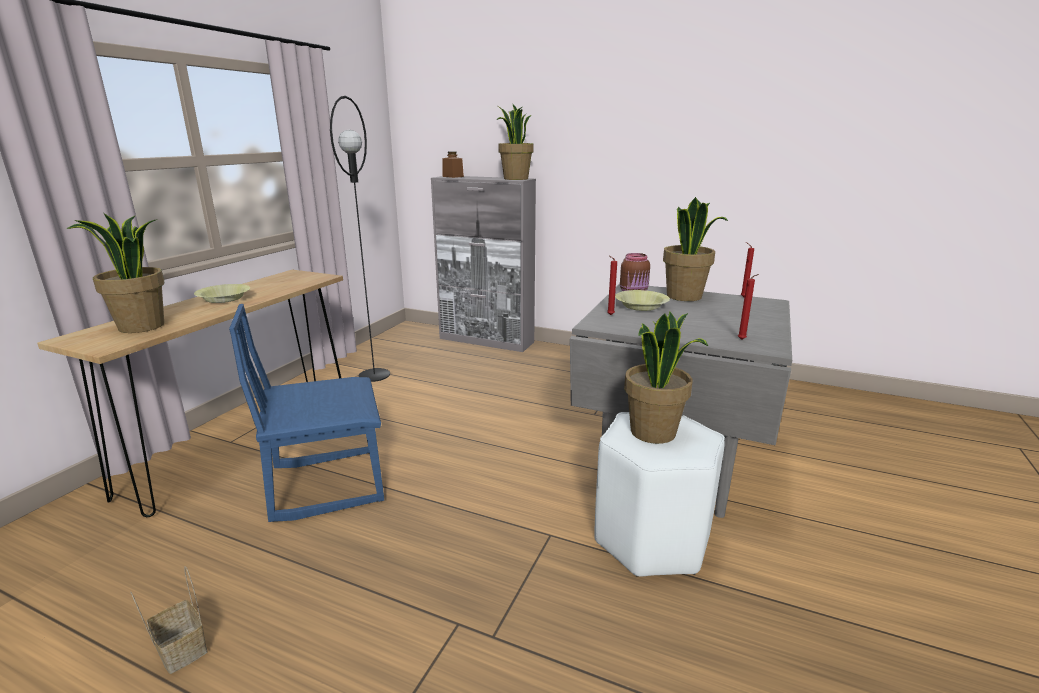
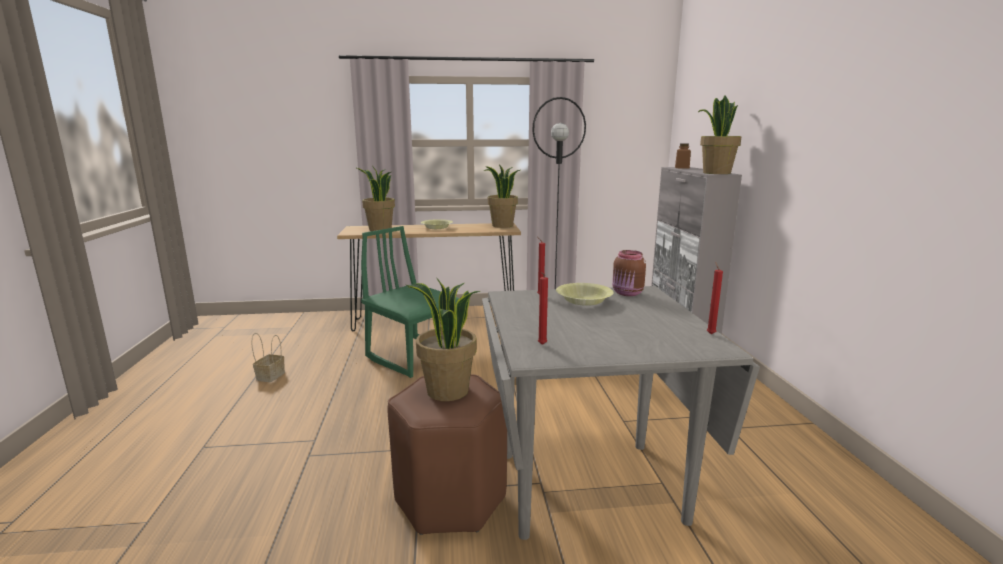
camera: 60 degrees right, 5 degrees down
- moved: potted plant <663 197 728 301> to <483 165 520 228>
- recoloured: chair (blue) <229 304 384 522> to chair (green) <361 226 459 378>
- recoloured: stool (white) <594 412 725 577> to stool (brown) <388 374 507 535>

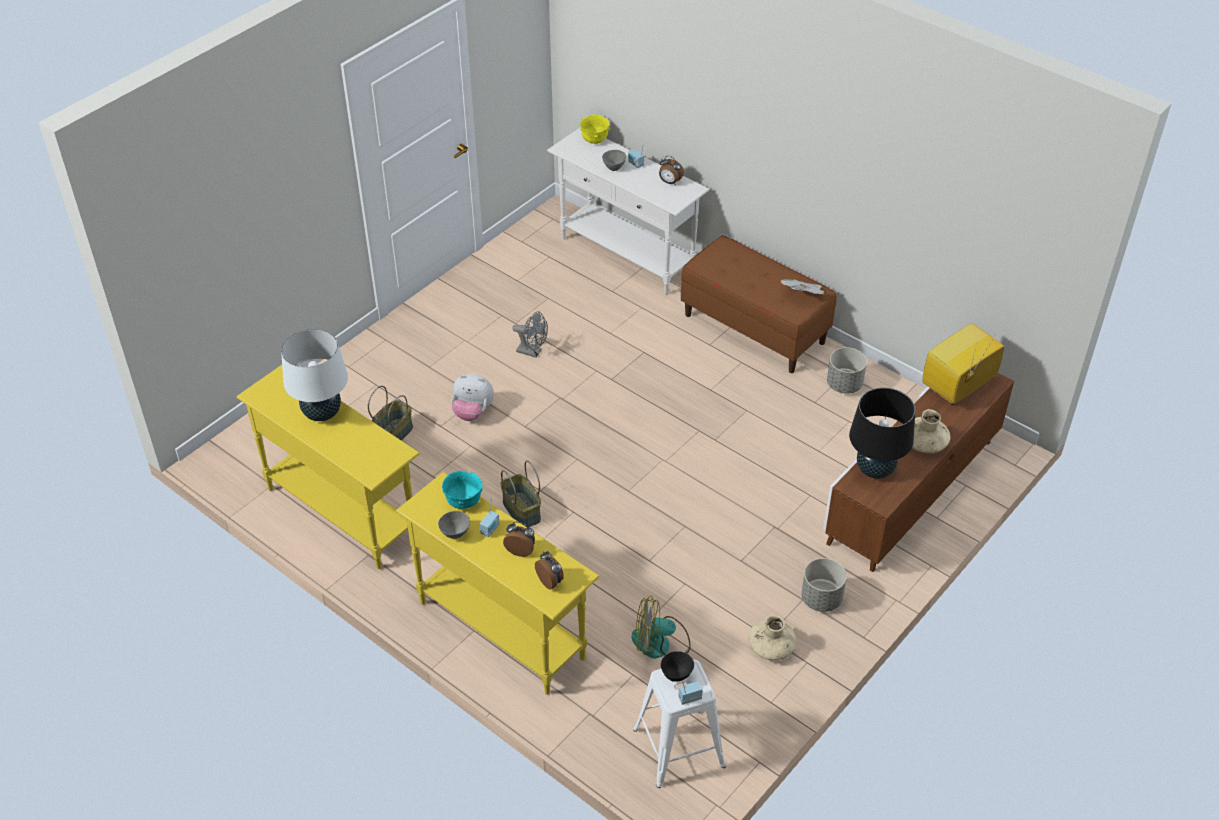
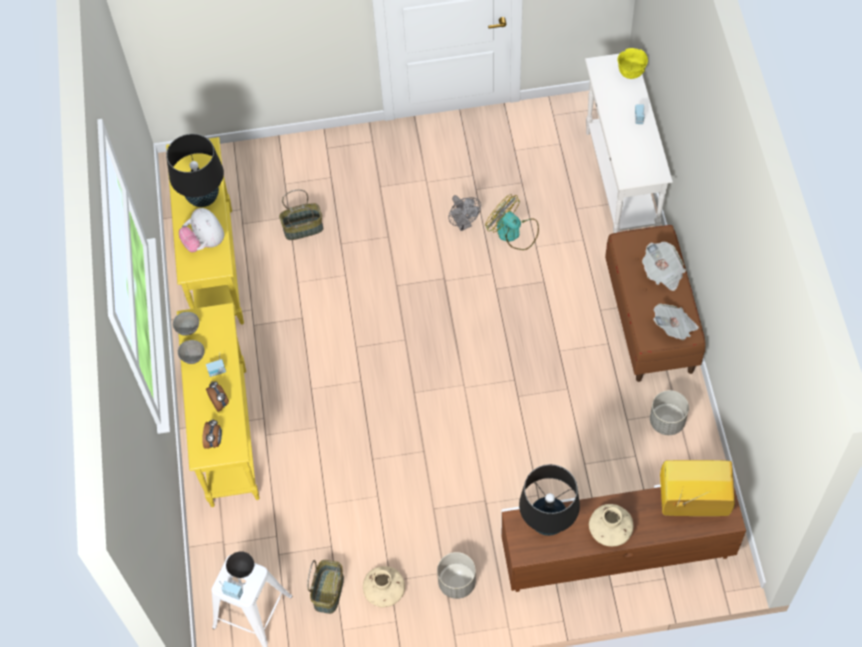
camera: 45 degrees right, 15 degrees up
- moved: bowl (grey) <602 150 626 171> to <173 312 199 336>
- removed: alarm clock <659 156 684 185>
- recoloured: table lamp (white) <281 329 348 421> to table lamp (black) <166 133 224 207>
- moved: plush toy <451 374 494 421> to <179 208 224 252>
- moved: basket <501 460 541 528> to <307 560 344 614>
- removed: bowl (turquoise) <442 471 483 509>
- moved: fan <632 596 691 659> to <485 194 539 250>
- added: newspaper <642 242 686 291>

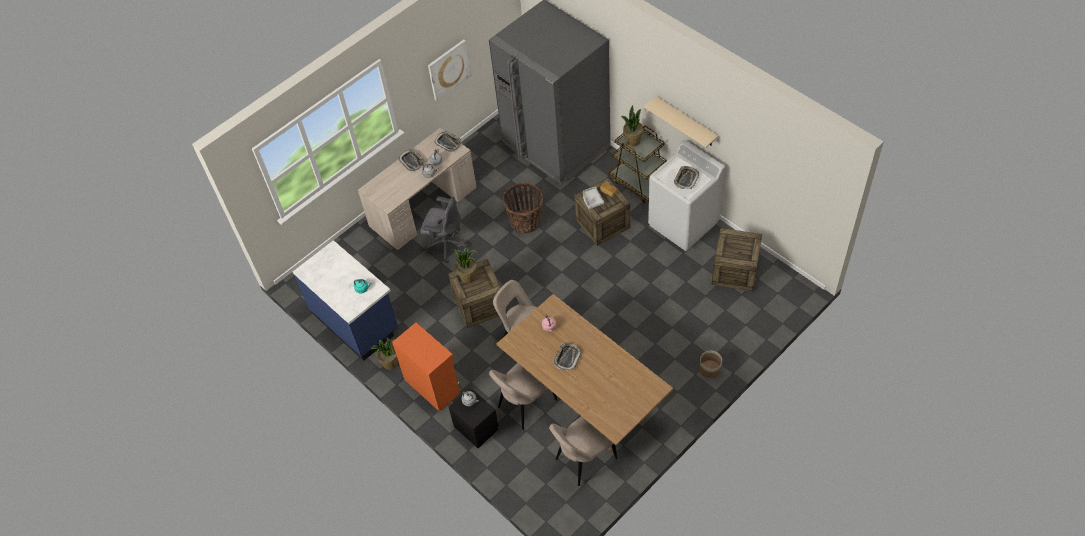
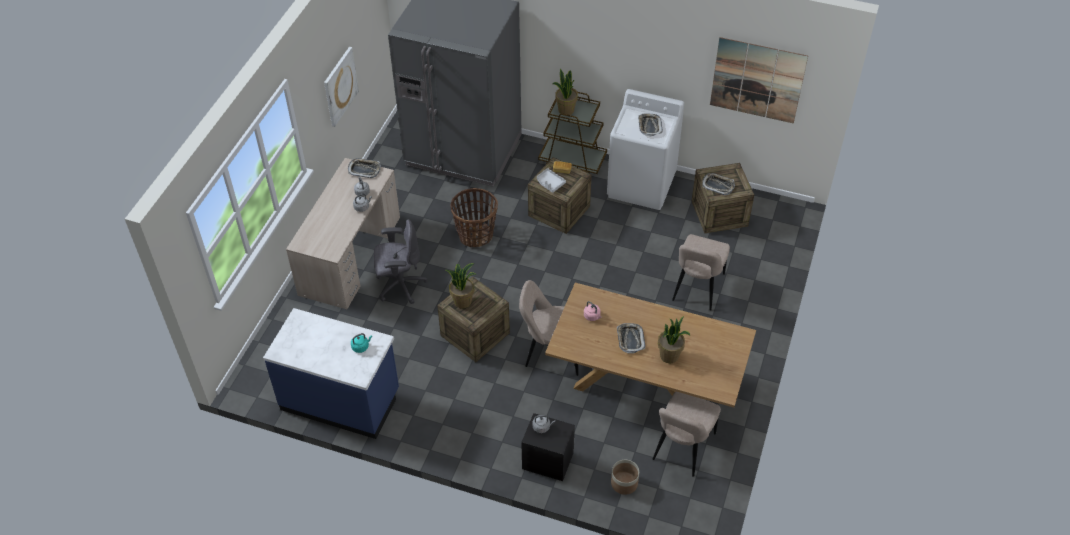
camera: 30 degrees left, 5 degrees down
- removed: shelf (beige) <644 96 719 147>
- moved: tray <398 149 425 172> to <702 173 735 195>
- removed: cabinet (orange) <392 323 461 412>
- moved: potted plant <371 337 398 370> to <658 316 690 363>
- moved: planter <699 351 722 378> to <611 460 639 495>
- moved: chair (beige) <489 363 557 430> to <672 234 730 310>
- added: picture <710 37 808 124>

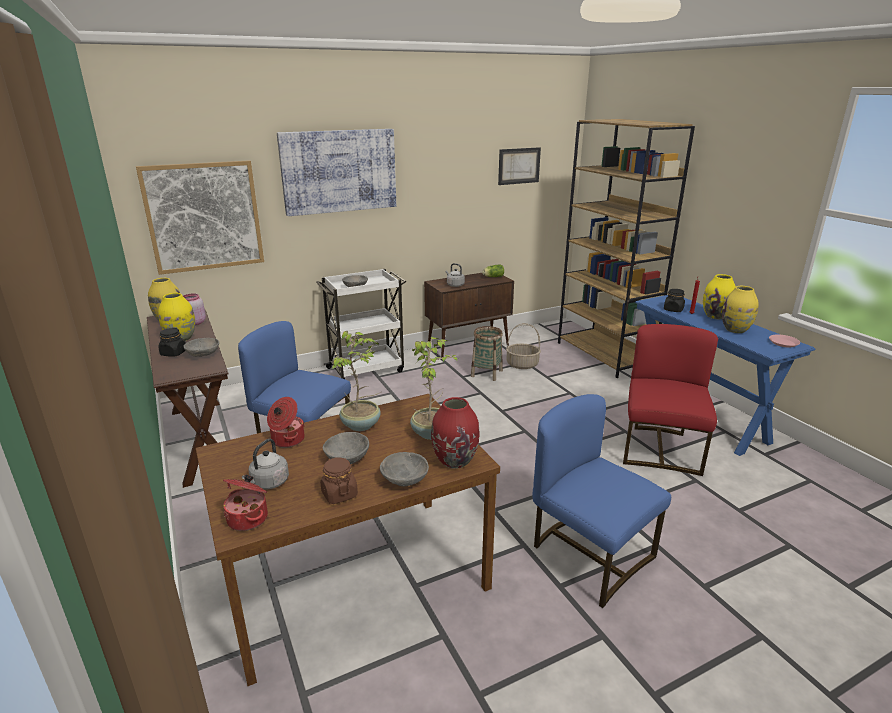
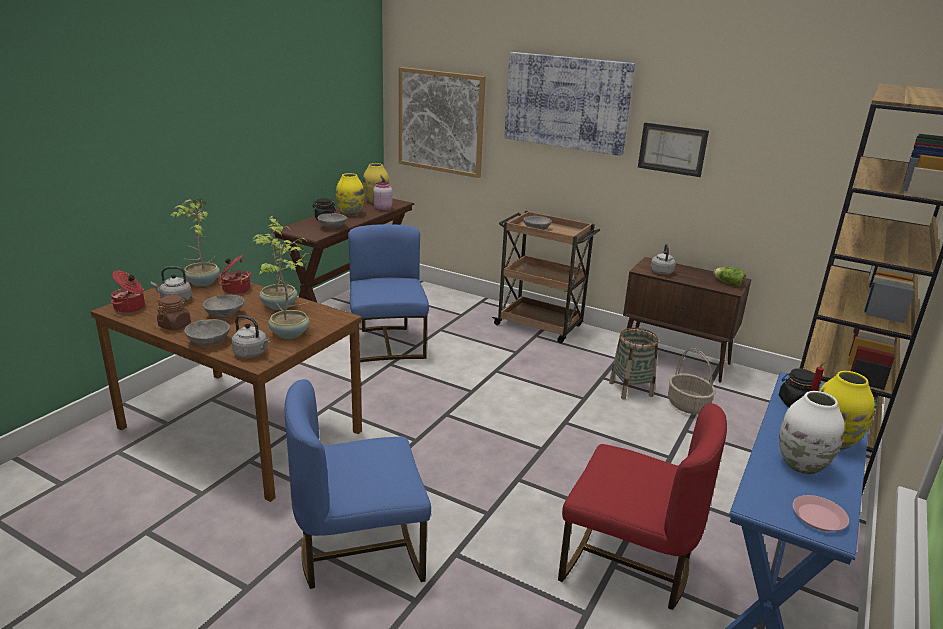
camera: 55 degrees right, 0 degrees up
- moved: picture <498 147 541 185> to <638 122 709 177>
- recoloured: cart (white) <316 269 406 379> to cart (brown) <492 211 600 343>
- recoloured: vase (yellow) <722 286 759 333> to vase (white) <779 391 845 474>
- turned: chair (red) <623 324 718 476> = <558 403 727 610> 45 degrees clockwise
- turned: chair (blue) <533 394 671 608> = <285 379 431 589> 120 degrees counterclockwise
- replaced: vase (red) <431 397 479 469> to kettle (grey) <231 315 270 358>
- added: potted plant <170 198 220 286>

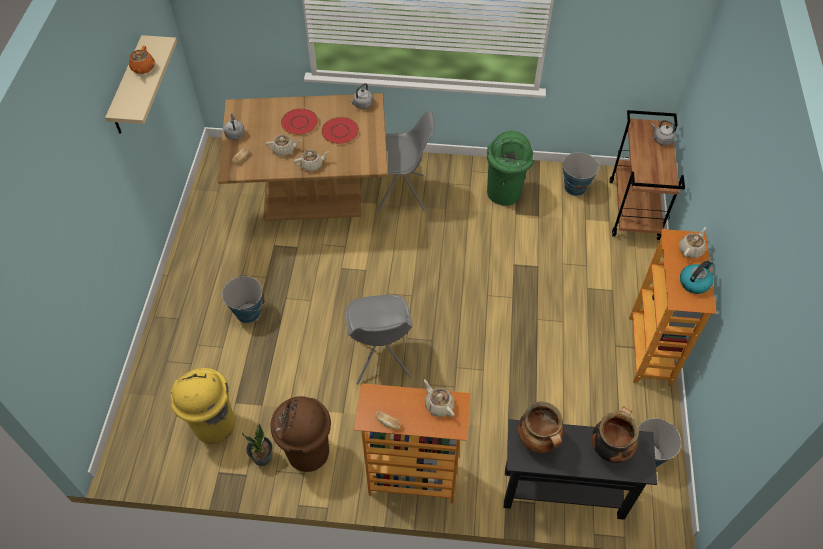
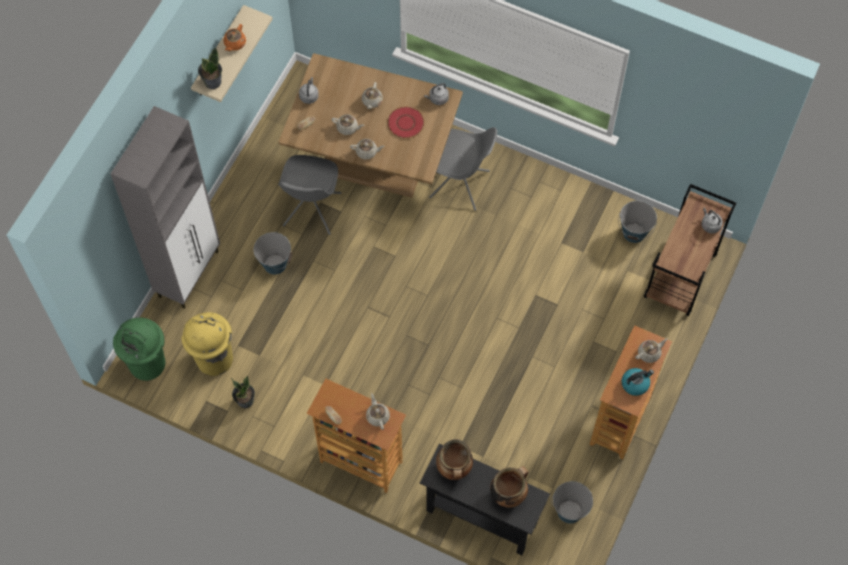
camera: 20 degrees right, 10 degrees up
- replaced: plate (red) <281 108 318 135> to teapot (beige) <362 82 383 109>
- moved: trash can (green) <487 131 534 206> to <113 317 165 381>
- moved: chair (grey) <346 295 412 384> to <278 155 341 235>
- removed: trash can (brown) <270 396 331 472>
- added: potted plant <198 47 222 89>
- added: cabinet (grey) <111 106 220 309>

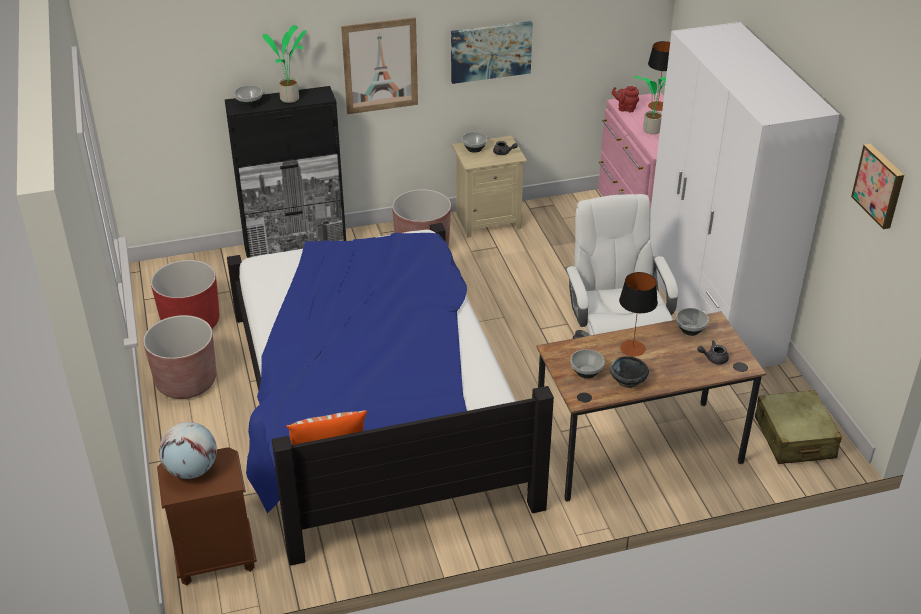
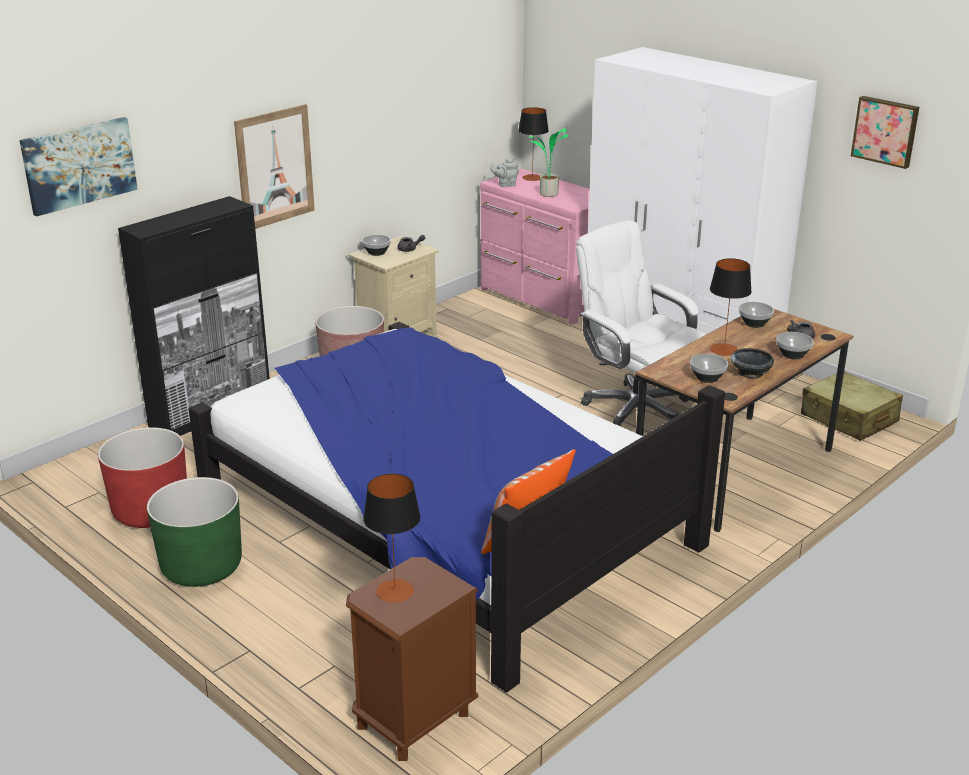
camera: 30 degrees left, 10 degrees down
- moved: picture <451 21 533 84> to <20 117 138 216>
- removed: potted plant <263 25 307 103>
- moved: bowl <234 85 263 108> to <776 332 814 359>
- recoloured: teapot (red) <612 86 639 112> to teapot (grey) <490 158 519 187>
- recoloured: planter (brown) <143 315 216 399> to planter (green) <147 477 242 587>
- replaced: globe <159 422 217 479> to table lamp <363 474 421 603>

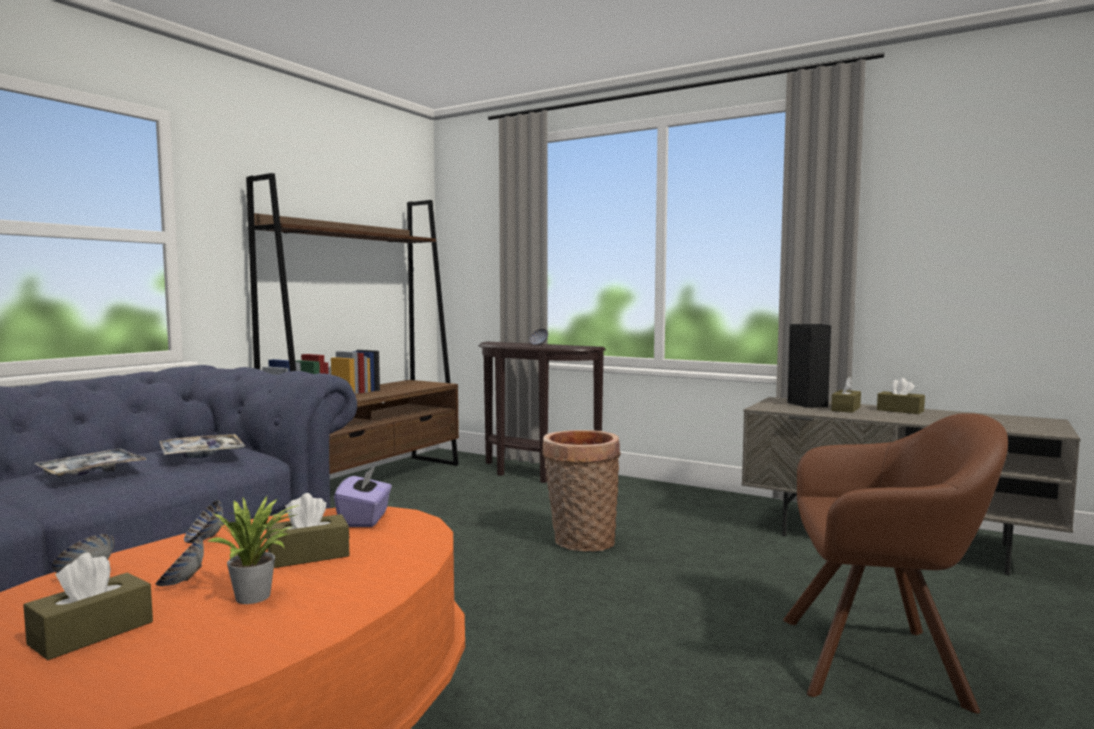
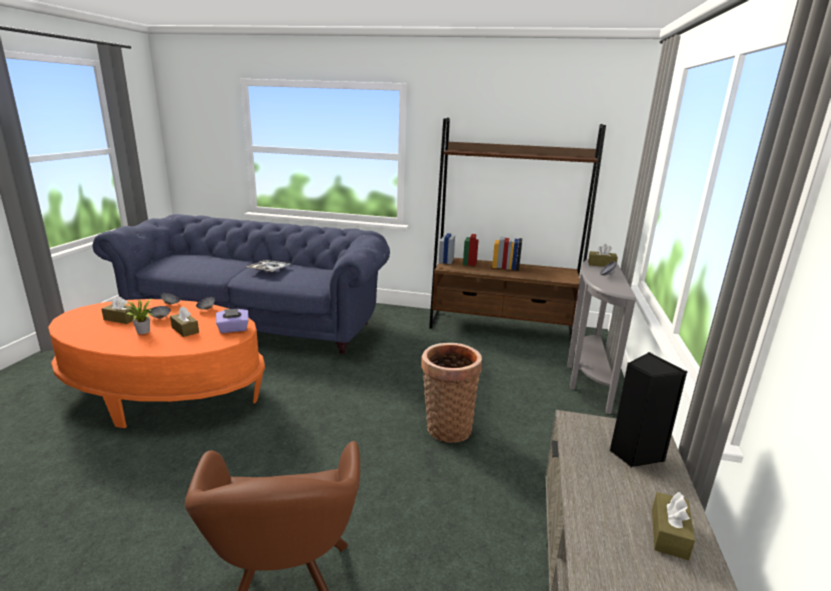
camera: 70 degrees right, 15 degrees up
- recoloured: console table (brown) <479 342 606 483> to console table (grey) <567 259 636 414>
- moved: tissue box (brown) <831 377 861 413> to <588 244 618 267>
- removed: tray <159 434 245 458>

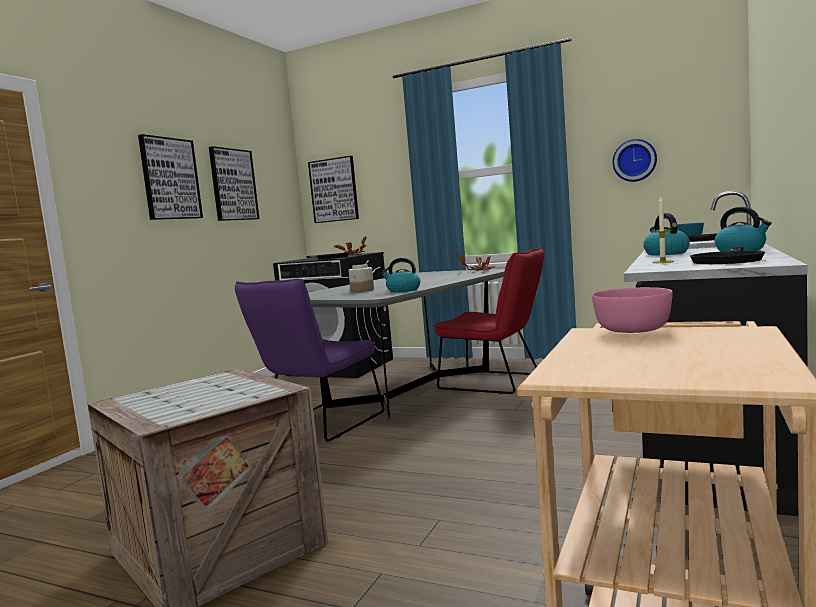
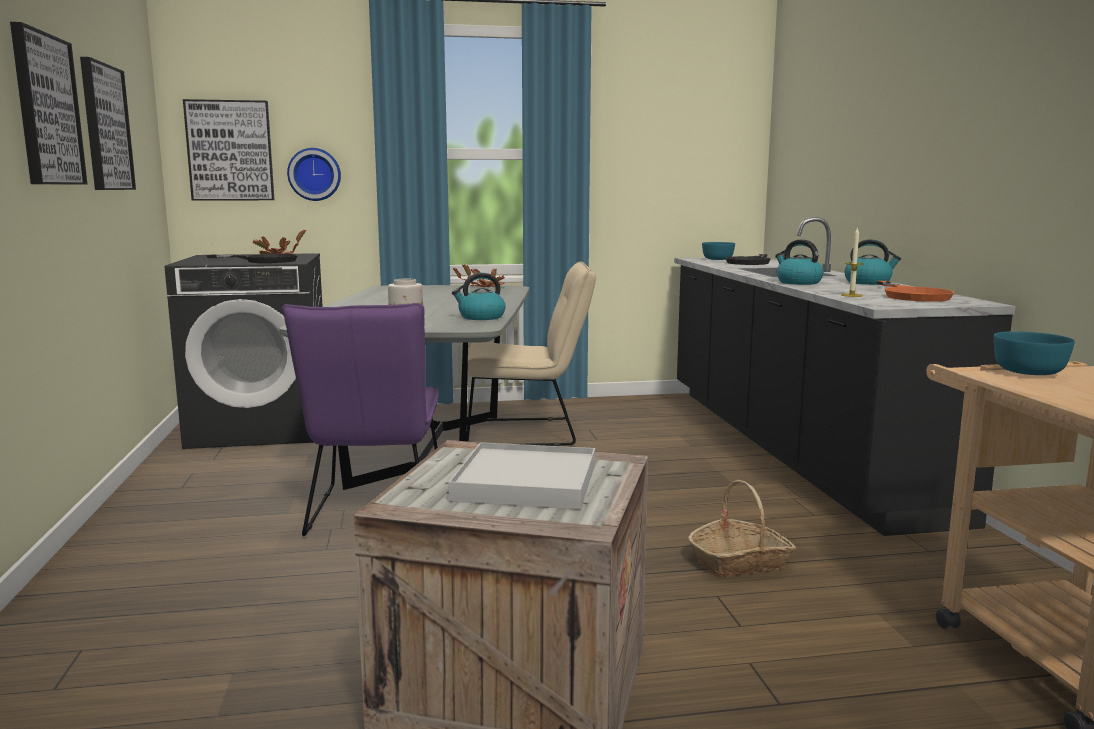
camera: 35 degrees left, 5 degrees up
- moved: wall clock <612 139 657 182> to <287 148 341 201>
- recoloured: chair (red) <434 247 544 394> to chair (beige) <466 261 596 446>
- recoloured: frying pan (black) <690 247 765 264> to frying pan (orange) <877 281 954 302>
- recoloured: bowl (pink) <592 287 673 333> to bowl (turquoise) <994 331 1075 375>
- added: tray (white) <448 442 595 510>
- added: basket <688 480 796 577>

